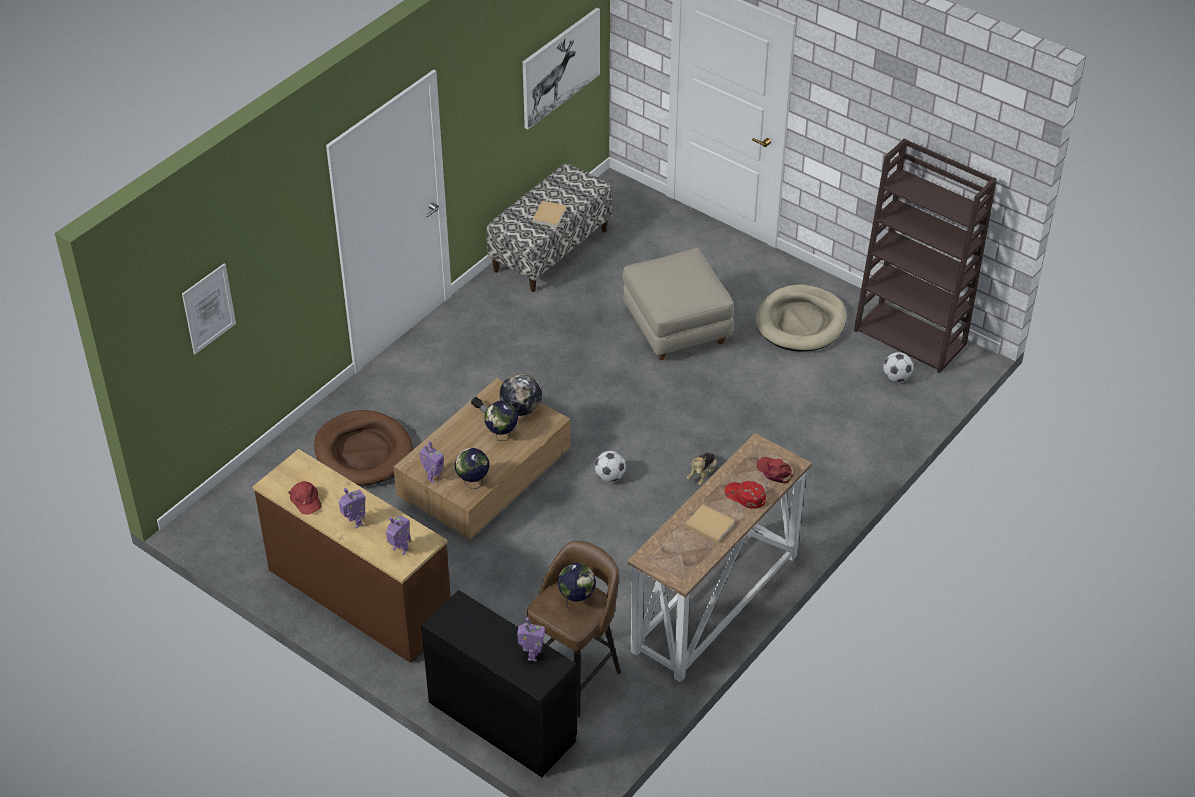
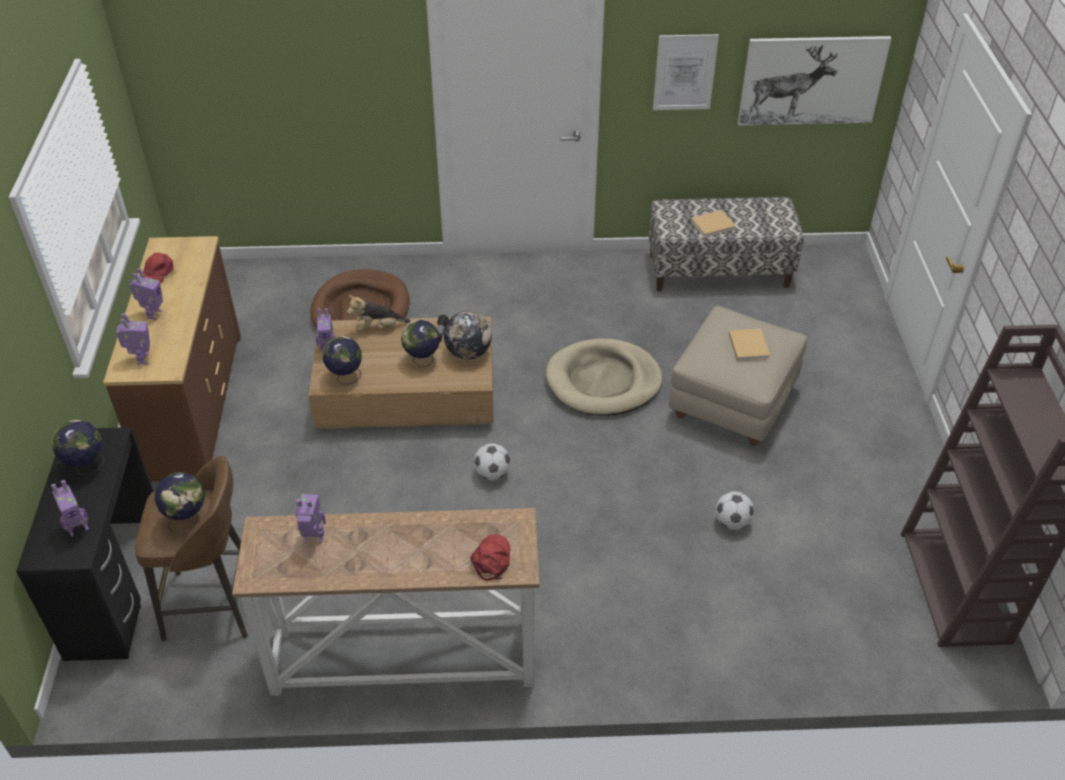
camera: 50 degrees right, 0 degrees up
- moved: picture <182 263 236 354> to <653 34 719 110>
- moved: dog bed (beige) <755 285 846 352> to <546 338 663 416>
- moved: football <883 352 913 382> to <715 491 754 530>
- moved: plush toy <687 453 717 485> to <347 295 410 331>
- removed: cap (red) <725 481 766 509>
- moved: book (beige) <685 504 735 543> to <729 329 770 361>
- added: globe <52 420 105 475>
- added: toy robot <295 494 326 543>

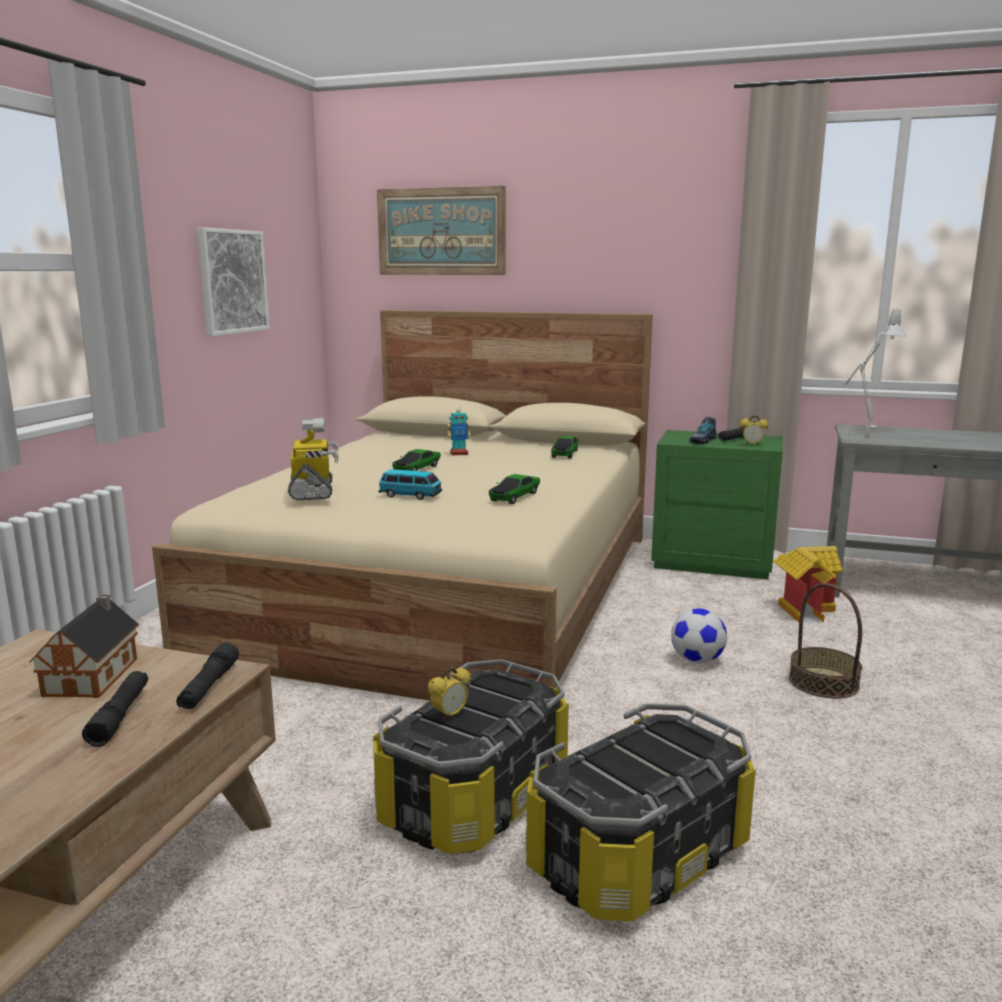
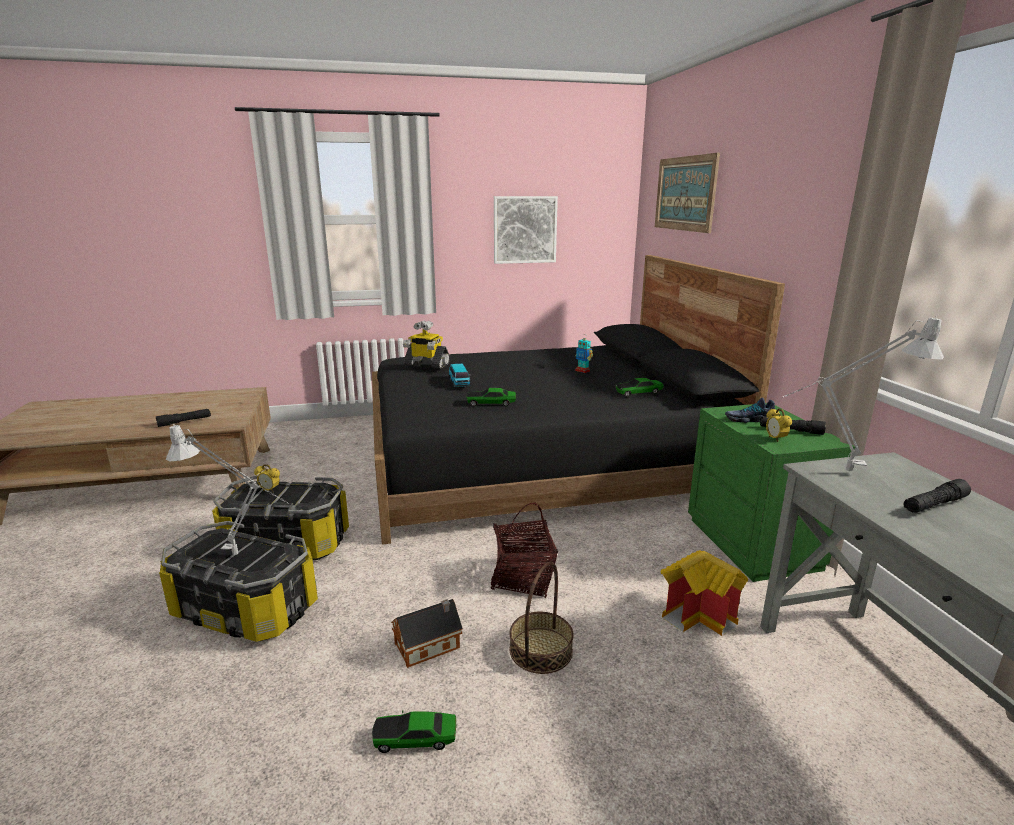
camera: 60 degrees right, 5 degrees up
- recoloured: bed (beige) <152 310 653 701> to bed (black) <372 255 785 545>
- turned: toy robot <288 418 339 500> = <403 320 450 369> 60 degrees clockwise
- moved: toy car <392 449 441 471> to <372 711 456 753>
- moved: toy house <29 594 139 698> to <391 599 463 668>
- replaced: football <671 608 727 663> to basket <491 502 558 598>
- moved: flashlight (black) <176 642 239 709> to <903 479 971 513>
- added: table lamp (grey) <165 424 289 555>

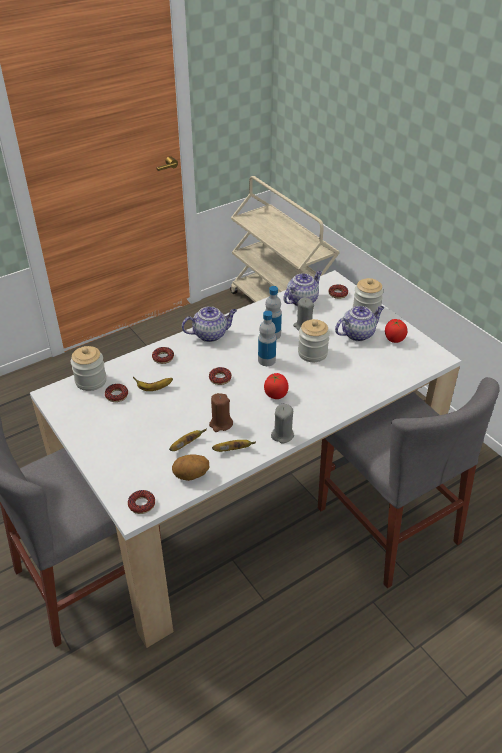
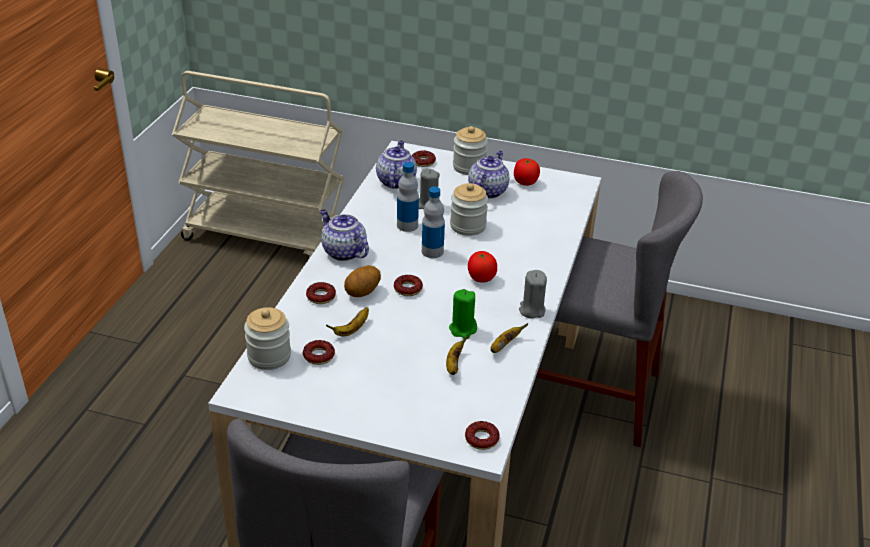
camera: 40 degrees left, 5 degrees down
- turned: teapot <182 306 237 342> = <320 209 369 261> 75 degrees counterclockwise
- recoloured: candle (brown) <209 393 233 432> to candle (green) <449 289 477 339>
- moved: potato <172 455 209 481> to <344 265 381 297>

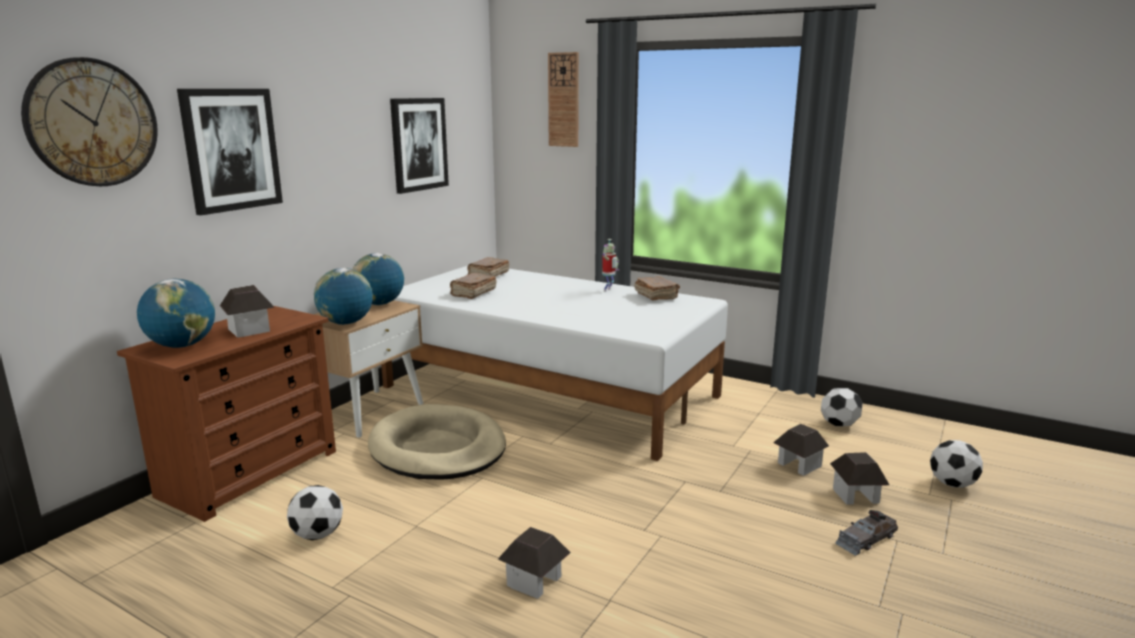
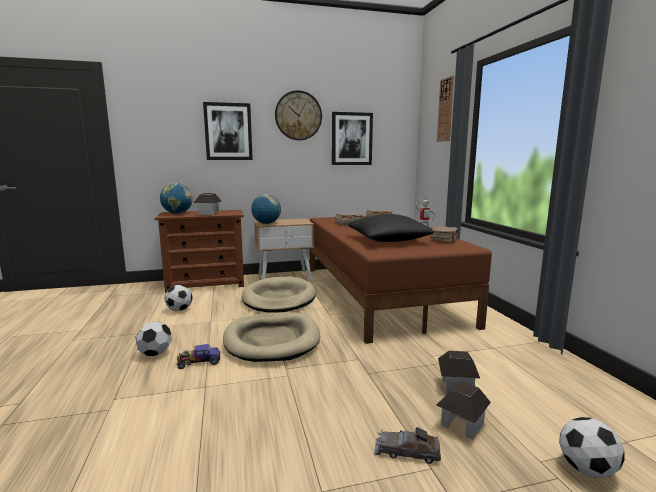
camera: 45 degrees right, 5 degrees down
- moved: wall clock <21 57 158 186> to <275 90 322 140>
- removed: globe <353 253 404 305>
- recoloured: bed (white) <381 266 728 461> to bed (brown) <310 216 492 344>
- moved: football <821 388 863 426> to <136 322 172 356>
- replaced: toy house <498 527 571 599> to toy car <177 344 220 369>
- added: pillow (black) <348 214 434 242>
- added: dog bed (beige) <223 312 320 362>

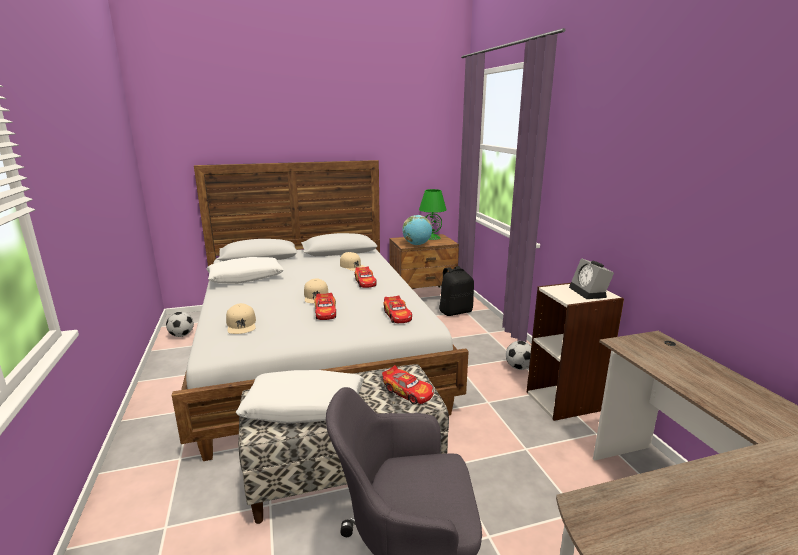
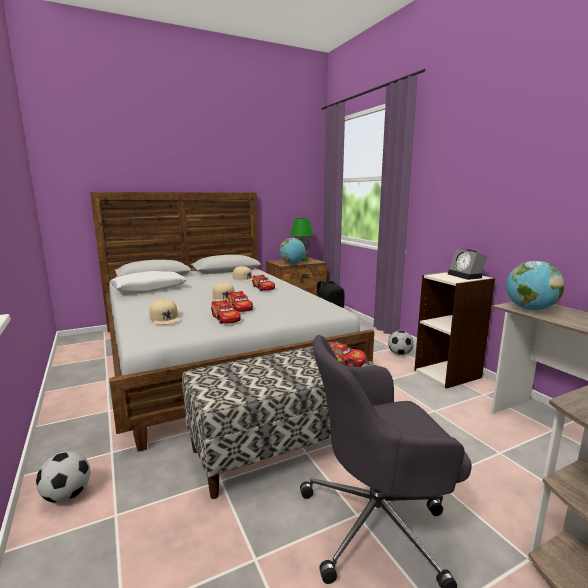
camera: 10 degrees left, 5 degrees down
- moved: toy car <383 295 412 323> to <211 300 241 324>
- moved: football <166 312 194 337> to <36 451 90 503>
- removed: pillow (white) <236 370 364 424>
- added: globe <506 261 565 311>

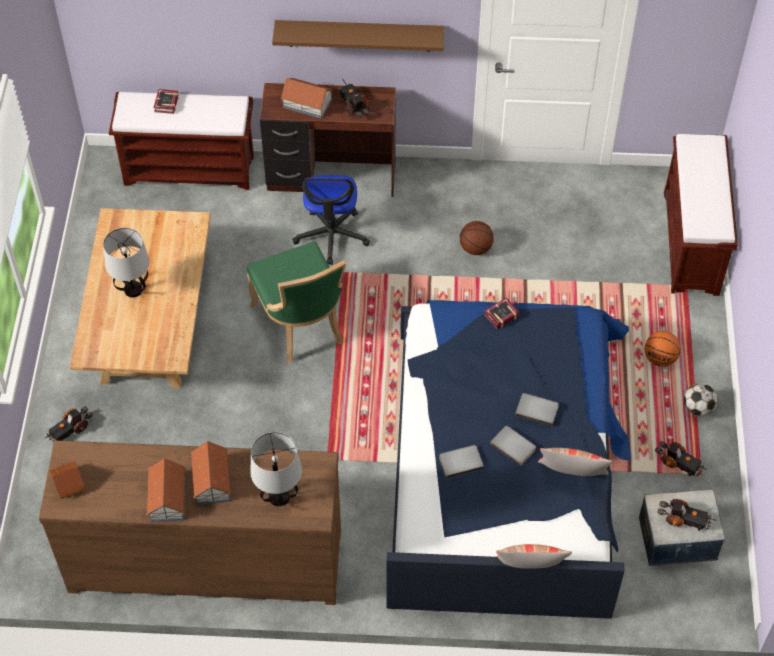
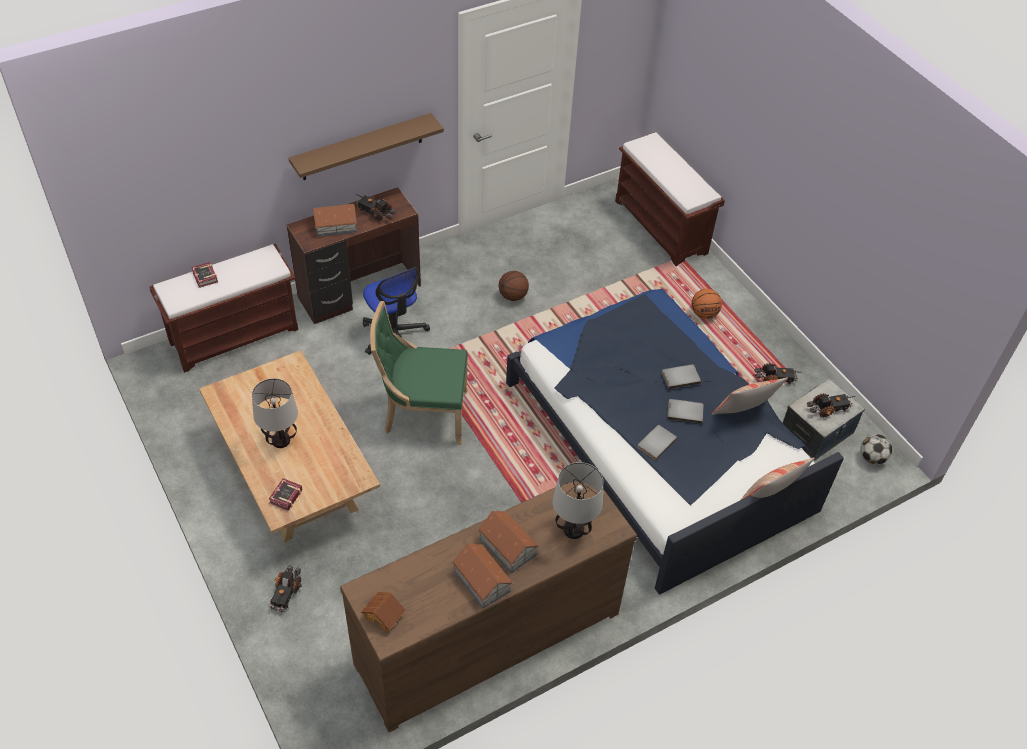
camera: 35 degrees left, 5 degrees down
- turned: chair (green) <247 241 346 363> = <370 301 468 445> 150 degrees clockwise
- moved: book <484 298 519 329> to <268 478 303 511>
- moved: football <684 383 718 416> to <860 434 892 465>

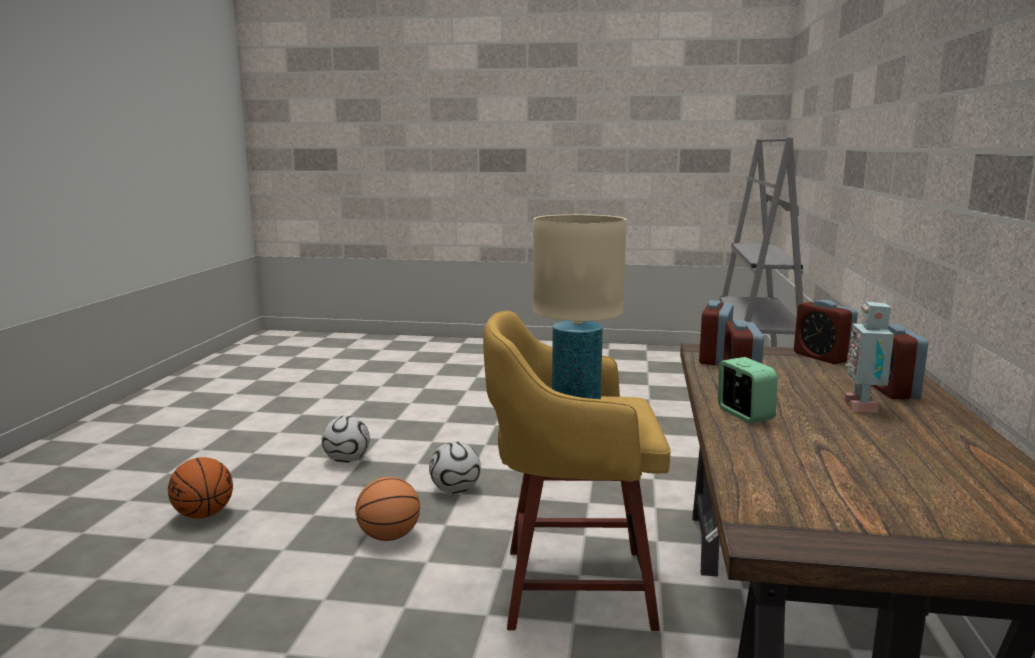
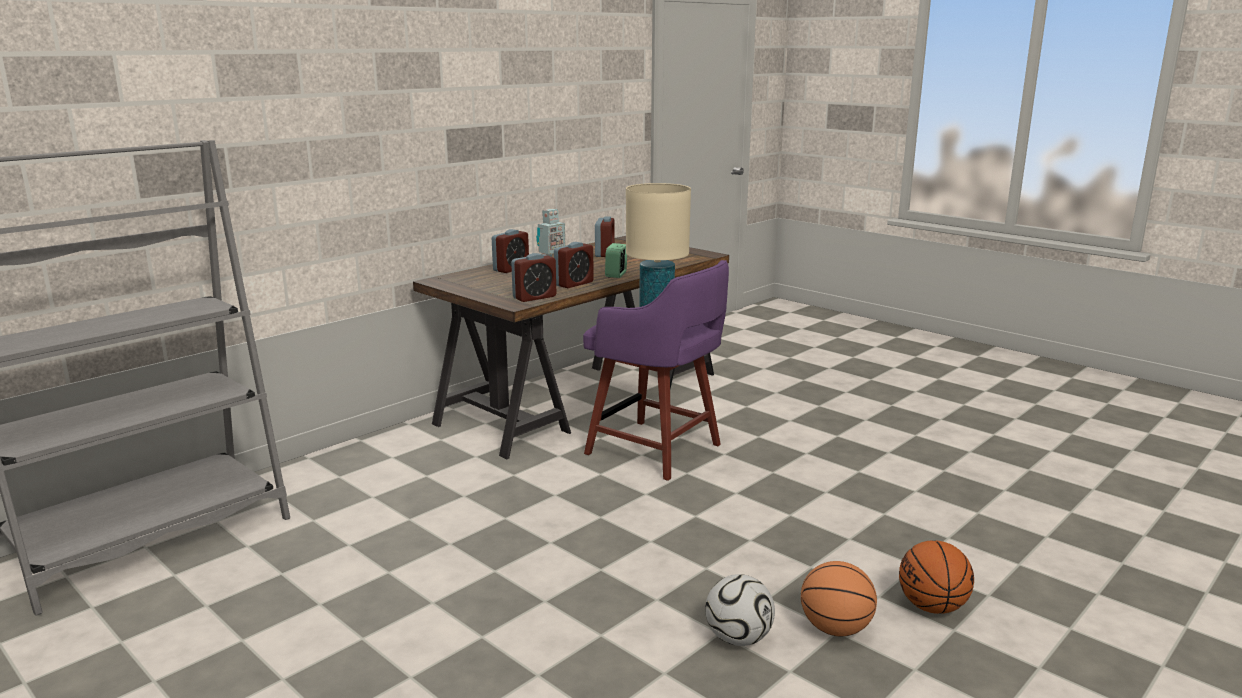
camera: 145 degrees left, 5 degrees up
- moved: alarm clock <794 300 858 364> to <595 216 615 257>
- recoloured: stool (yellow) <483 311 671 631> to stool (purple) <583 260 729 481>
- removed: football <429 441 481 494>
- moved: basketball <355 477 420 541> to <801 561 877 636>

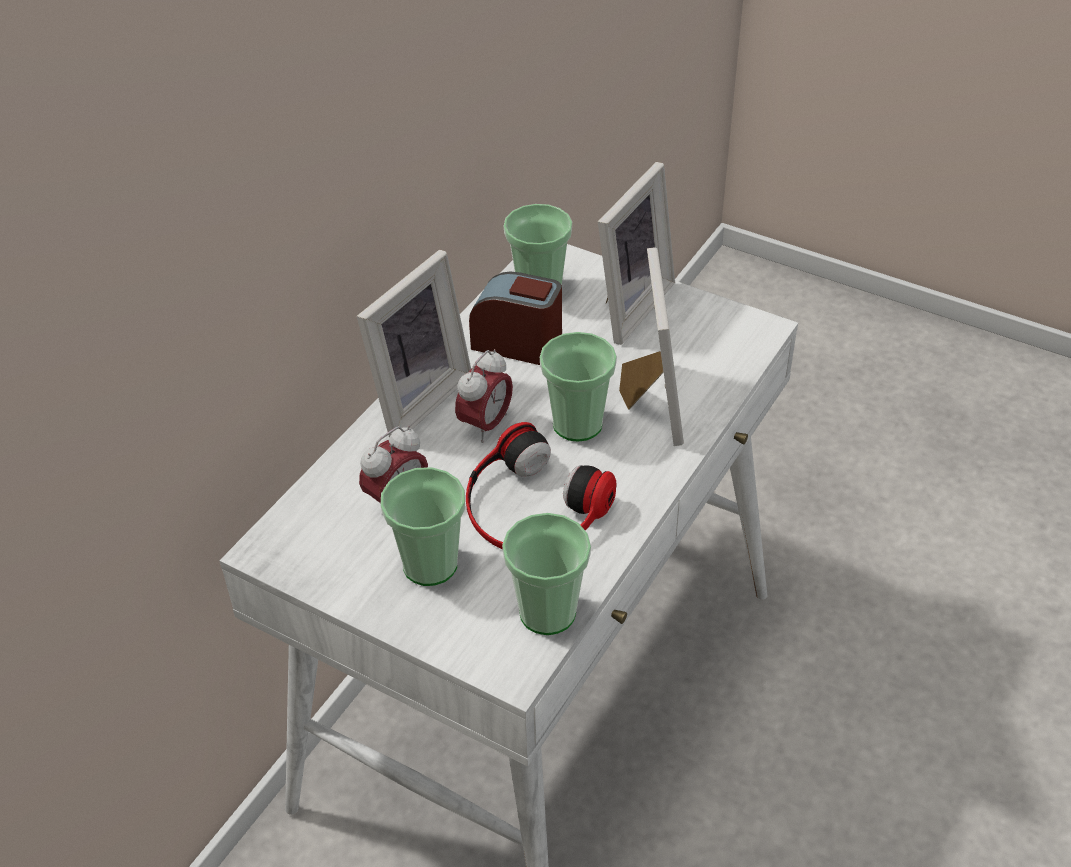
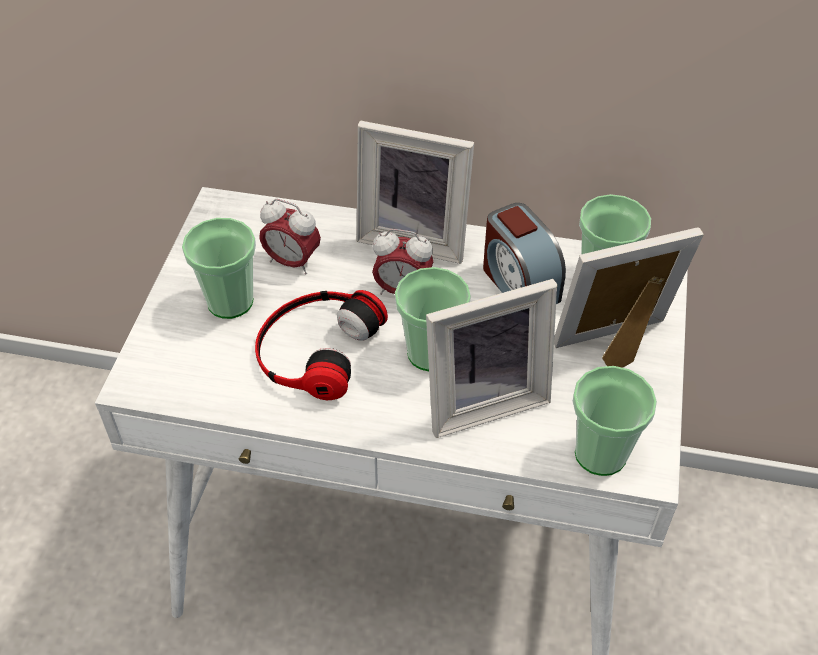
camera: 70 degrees right, 5 degrees up
- turned: picture frame <598 162 675 345> = <554 227 704 368> 150 degrees clockwise
- turned: alarm clock <469 271 562 365> = <483 203 566 304> 150 degrees clockwise
- moved: cup <502 513 591 635> to <573 366 657 476>

